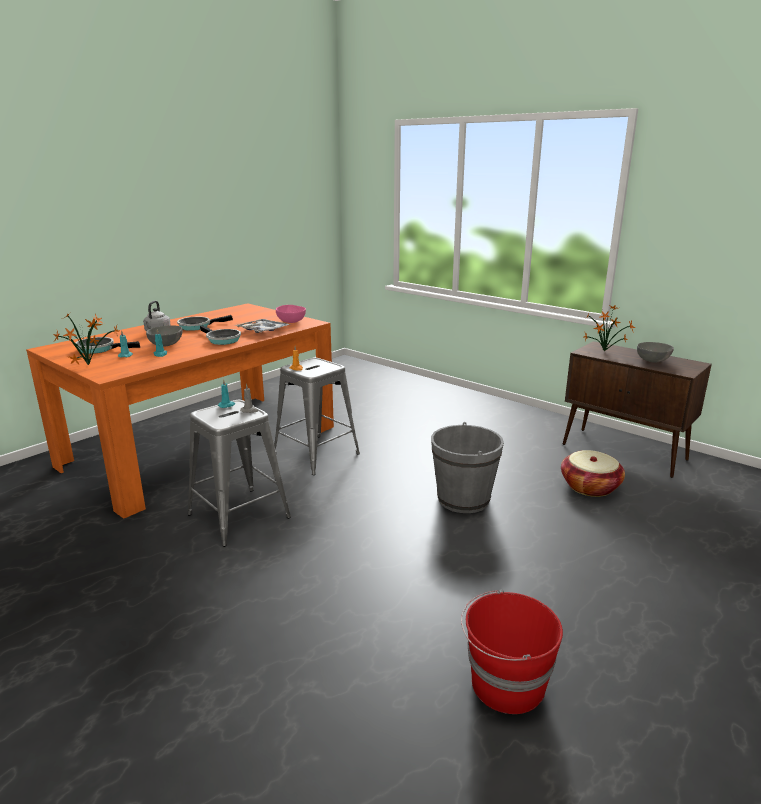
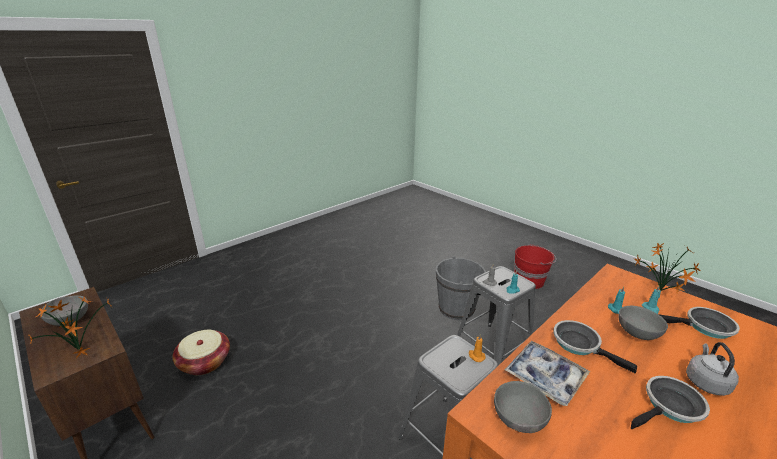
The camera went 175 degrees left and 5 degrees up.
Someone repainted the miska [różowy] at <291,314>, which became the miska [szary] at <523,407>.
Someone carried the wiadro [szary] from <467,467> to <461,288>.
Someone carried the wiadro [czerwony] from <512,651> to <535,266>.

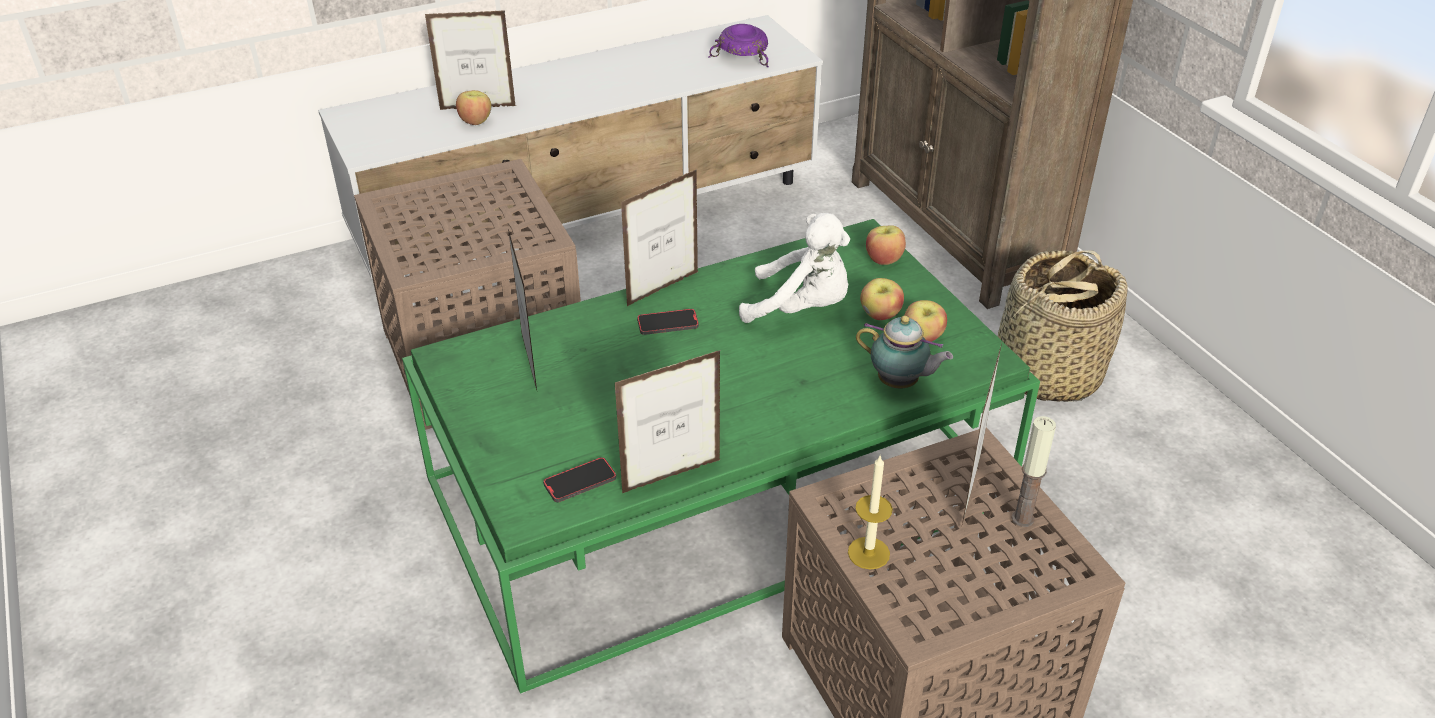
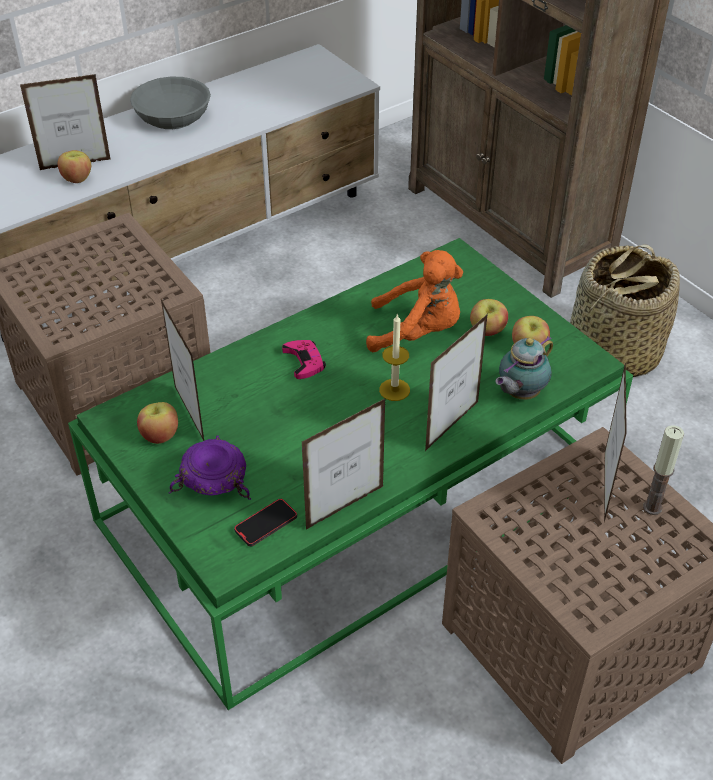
The camera went 10 degrees left and 5 degrees up.
Someone carried the ramka na zdjęcie from <659,237> to <456,382>.
Someone swapped the telefon at <668,322> for the pad do gier [różowy] at <304,359>.
Someone carried the miska [fioletowy] from <738,45> to <210,468>.
Someone repainted the pluszak [biały] at <794,268>, which became the pluszak [pomarańczowy] at <414,301>.
Someone carried the świeca from <870,513> to <394,357>.
Someone rotated the imbryk at <904,352> by 120 degrees clockwise.
Someone carried the jabłko from <886,245> to <157,423>.
Someone put down the miska [szary] at <170,103>.

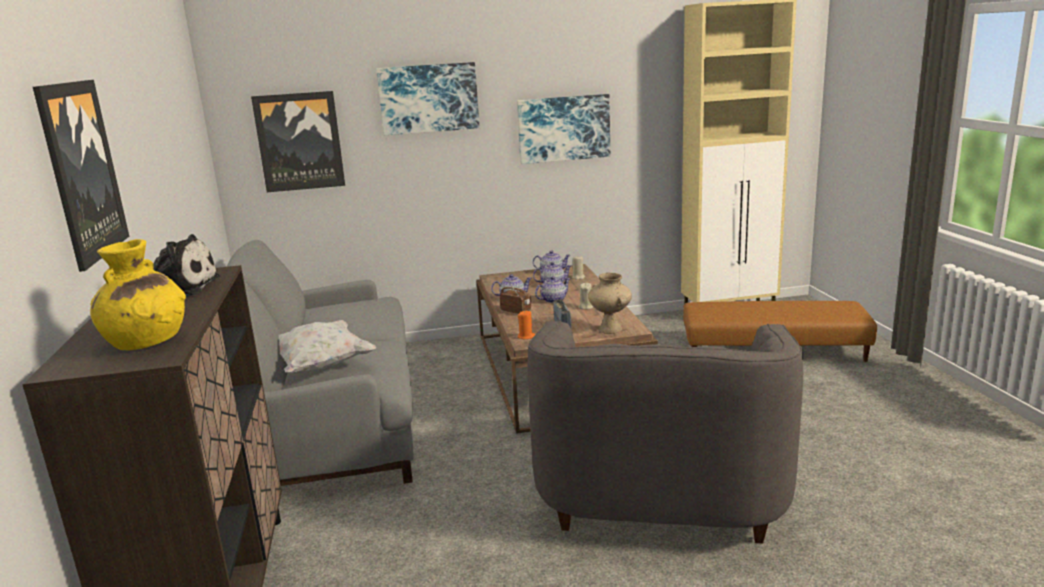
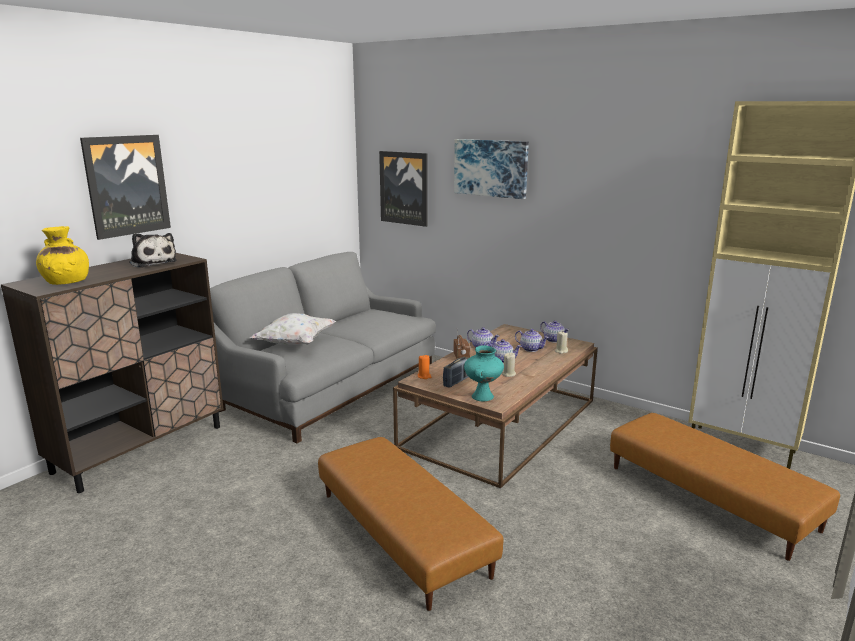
The camera went 45 degrees right and 0 degrees up.
Someone took away the obraz at <563,129>.
Someone swapped the fotel [szary] at <665,432> for the pufa [brązowy] at <411,524>.
Someone repainted the wazon [beżowy] at <610,303>, which became the wazon [turkusowy] at <484,373>.

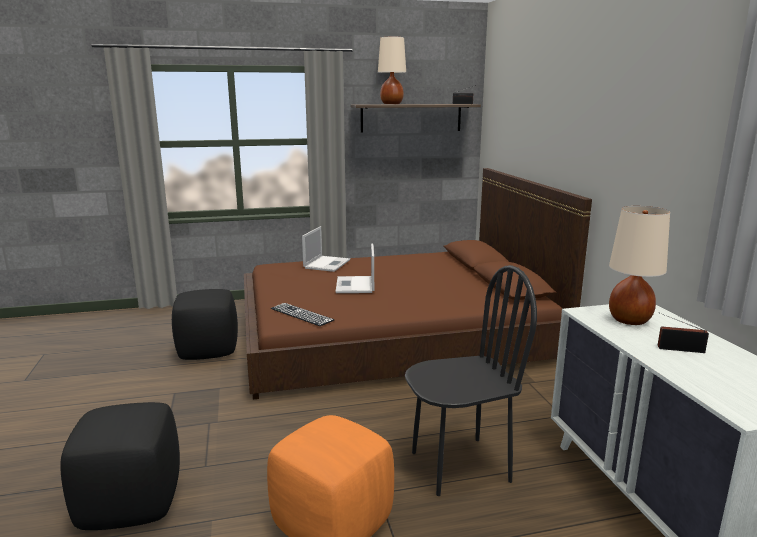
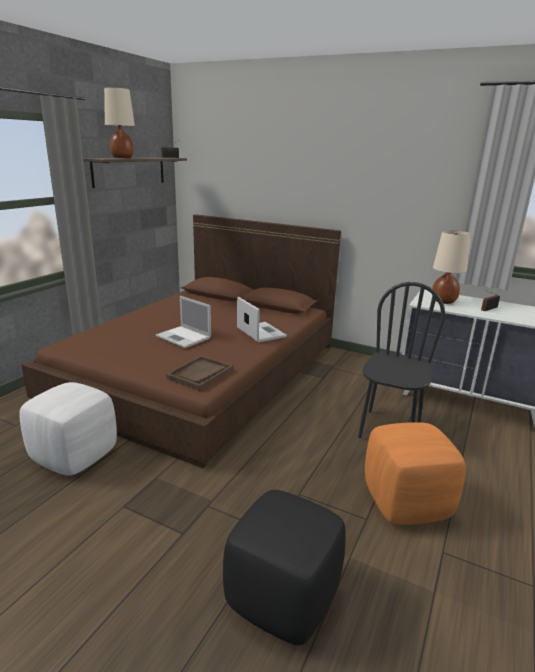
The camera went 50 degrees left and 5 degrees up.
Someone repainted the pufa [czarny] at <205,324>, which became the pufa [biały] at <68,429>.
Someone swapped the klawiatura at <302,314> for the taca [brązowy] at <199,373>.
Someone carried the laptop from <326,249> to <262,320>.

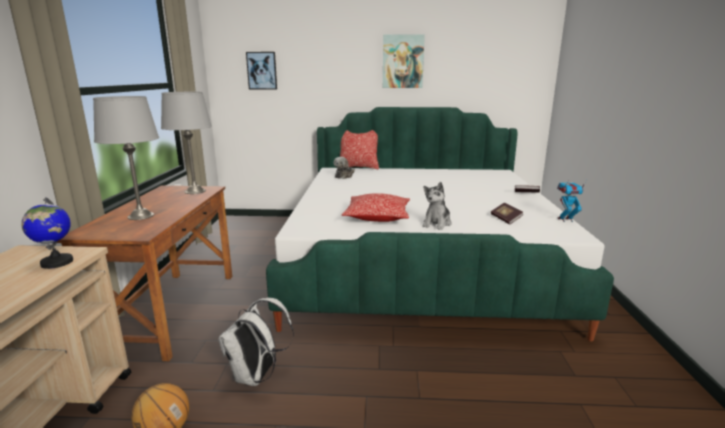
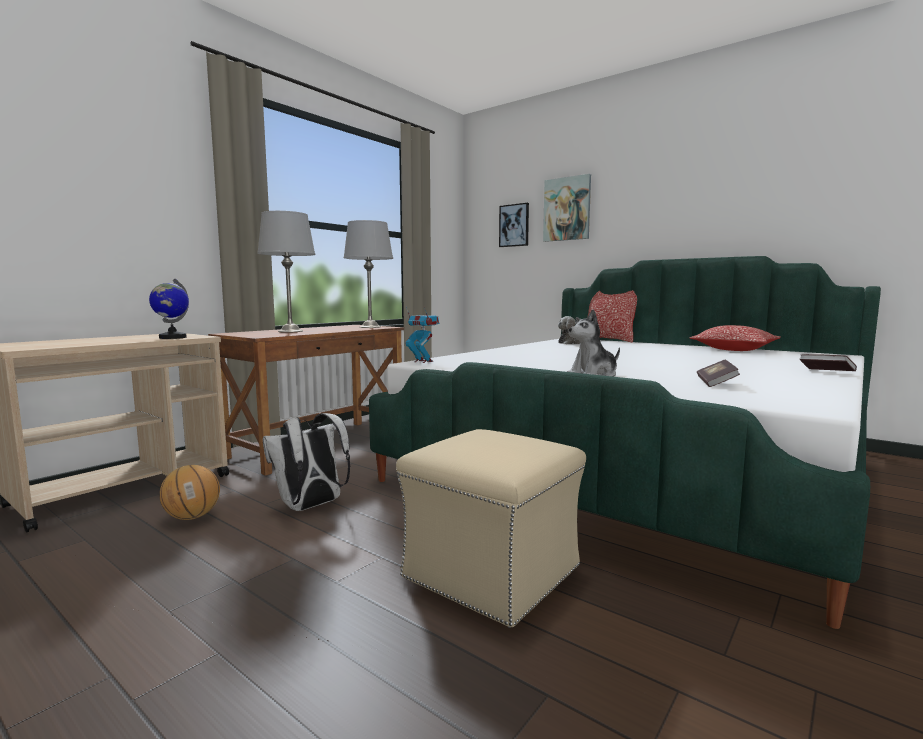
The camera went 35 degrees right and 10 degrees down.
Someone carried the poduszka from <376,207> to <735,338>.
Someone carried the obraz from <404,61> to <567,208>.
Someone carried the robot zabawkowy from <571,201> to <422,335>.
Someone put down the pufa [beżowy] at <491,528>.

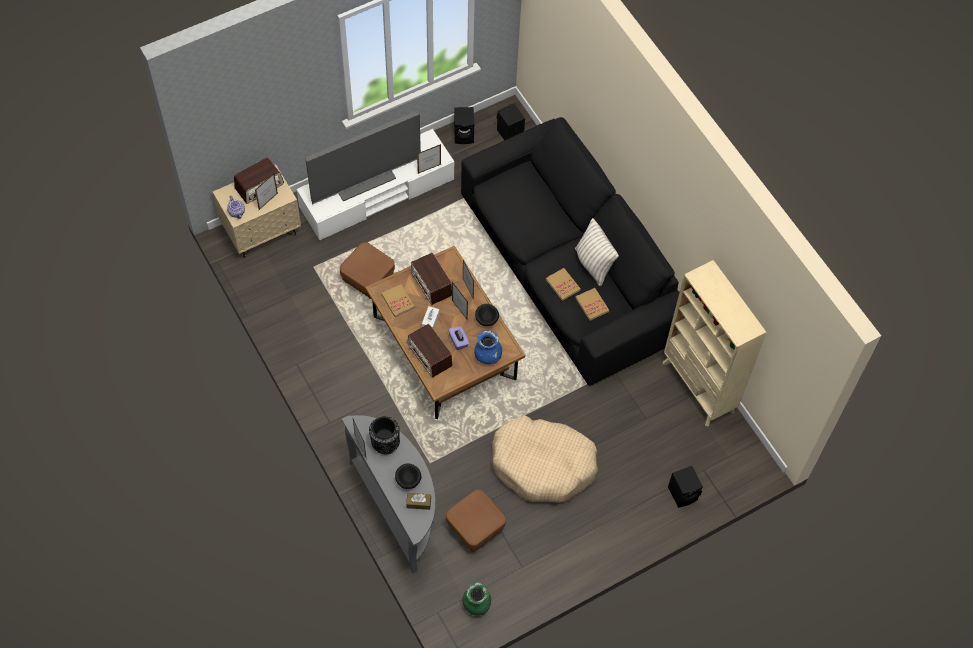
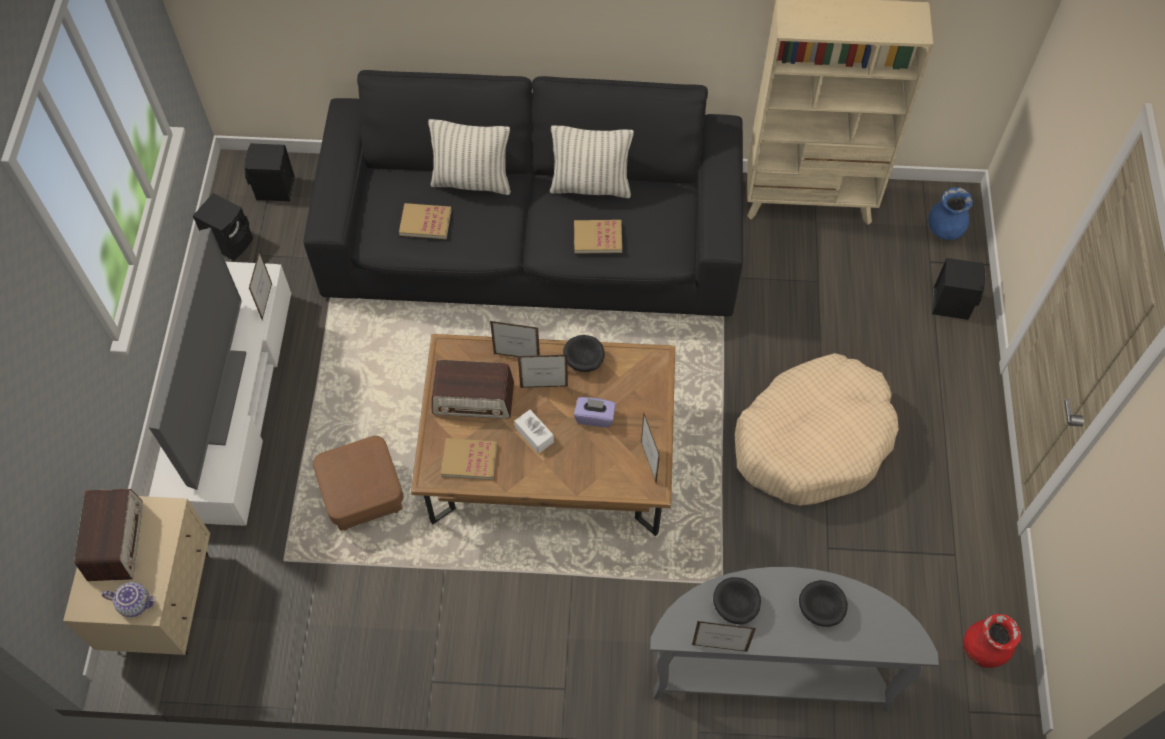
The camera went 55 degrees left and 0 degrees up.
Someone carried the ramka na zdjęcie from <266,191> to <650,448>.
Someone swapped the wazon [czarny] at <384,435> for the miska [czarny] at <737,600>.
Someone took away the pudełko chusteczek [brązowy] at <418,501>.
Someone took away the radio at <430,351>.
Someone took away the pufa [brązowy] at <476,521>.
Someone repainted the wazon [zielony] at <476,599>, which became the wazon [czerwony] at <992,641>.
Someone carried the wazon [niebieski] from <488,347> to <950,213>.
Someone carried the książka from <592,304> to <425,221>.
Someone put down the poduszka at <469,157>.

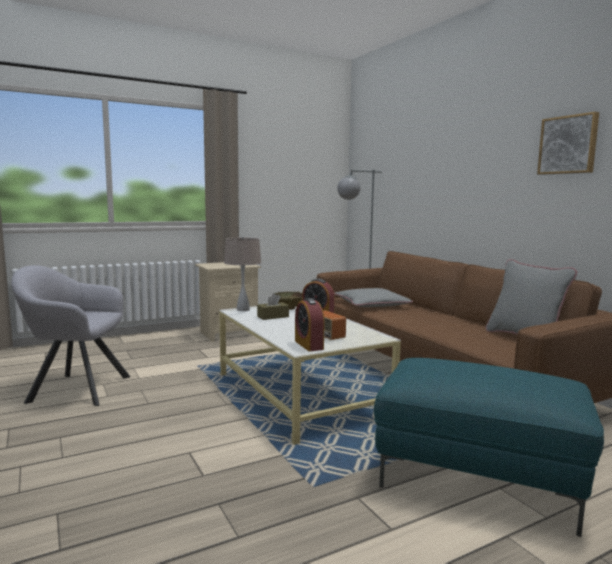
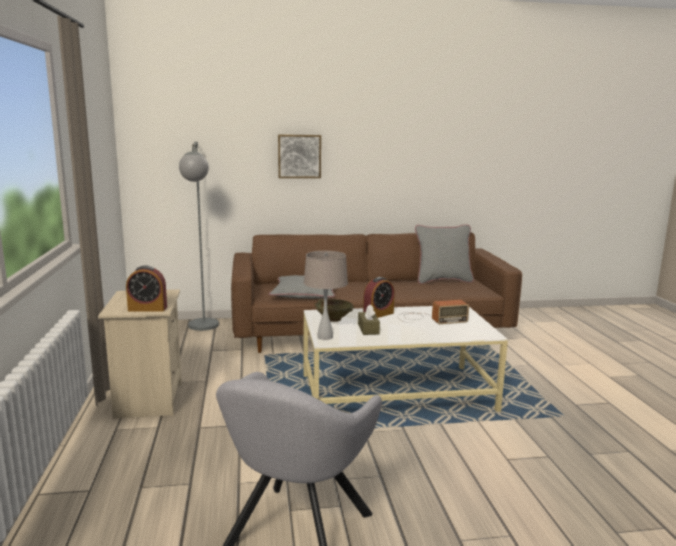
The camera went 70 degrees left and 5 degrees up.
Someone carried the budzik from <309,324> to <146,288>.
Someone took away the pufa [turkusowy] at <489,447>.
Someone carried the obraz from <568,143> to <299,156>.

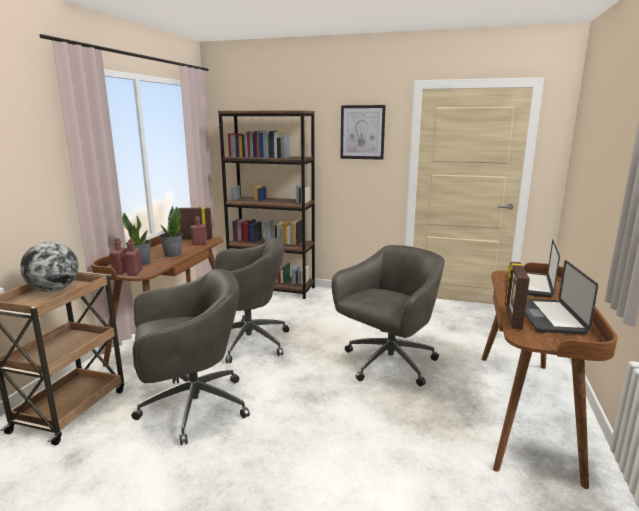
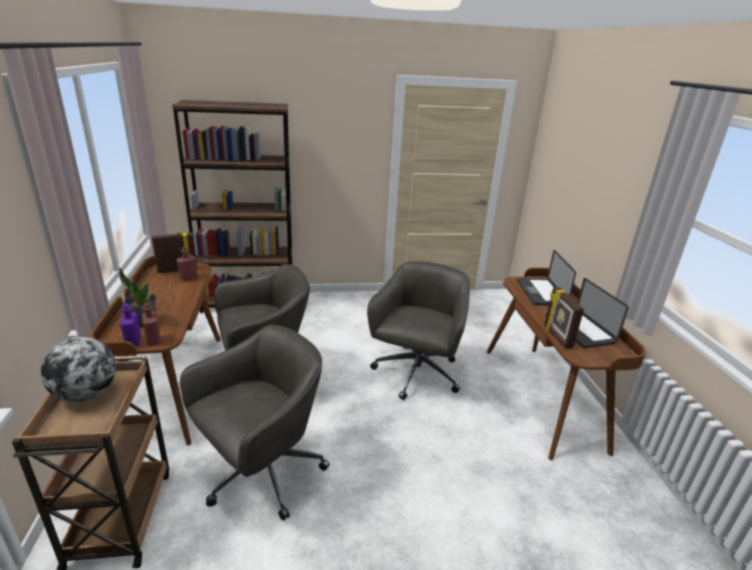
The camera went 25 degrees left and 10 degrees up.
Someone repainted the butelka [czerwony] at <118,256>, which became the butelka [fioletowy] at <130,325>.
Someone took away the roślina doniczkowa at <171,231>.
Someone took away the obraz at <363,132>.

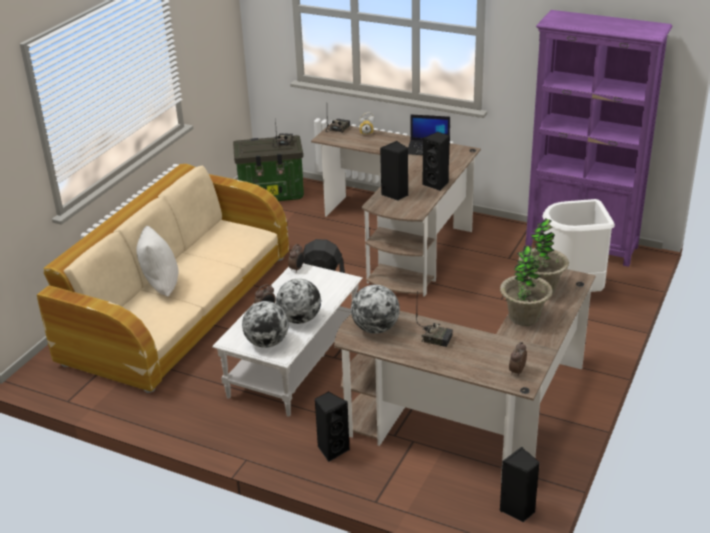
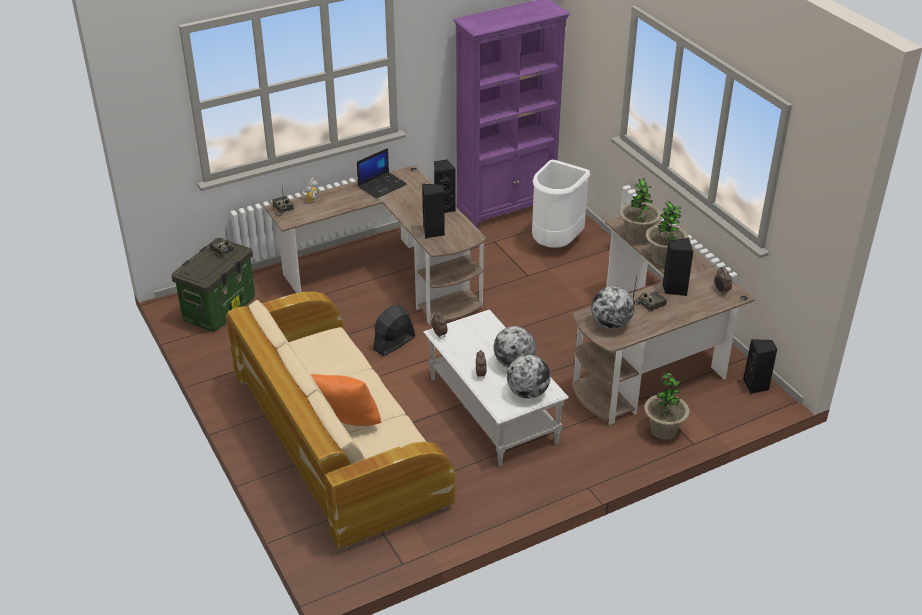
The camera went 55 degrees left and 5 degrees up.
Someone repainted the poduszka [biały] at <157,261>, which became the poduszka [pomarańczowy] at <345,400>.
Someone carried the głośnik [czarny] from <332,426> to <678,267>.
Someone put down the roślina doniczkowa at <667,406>.

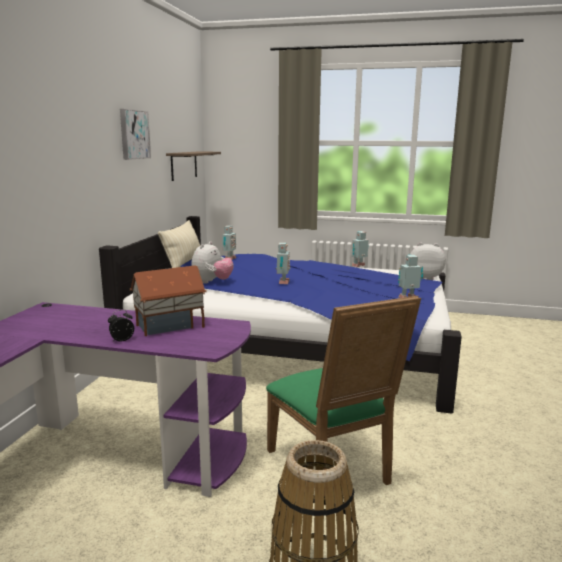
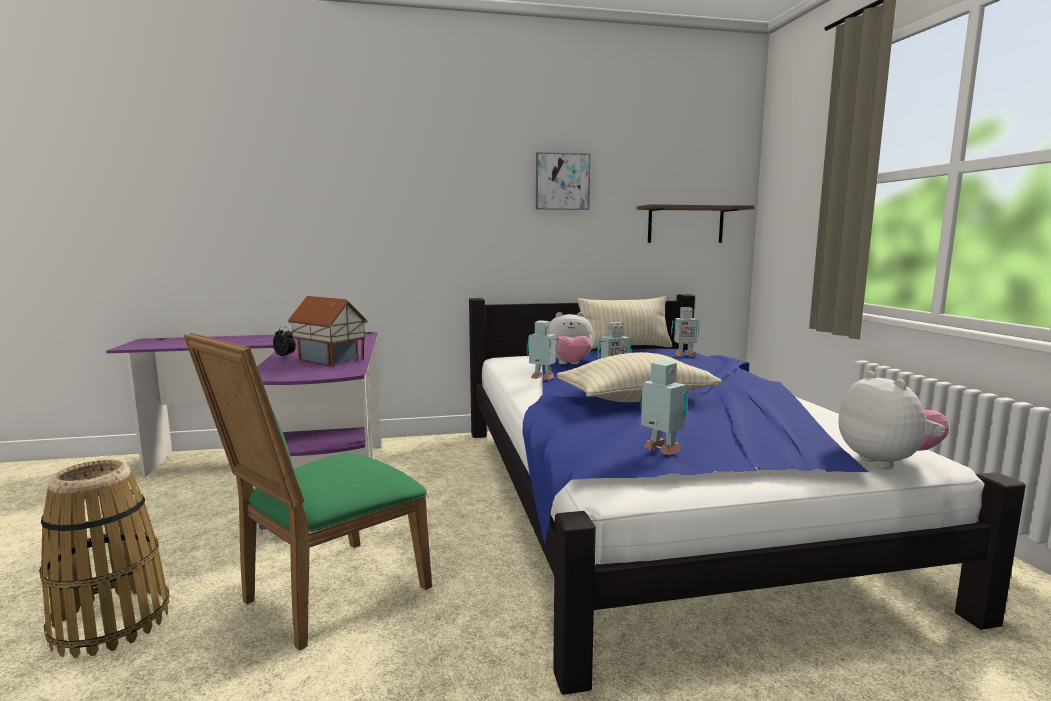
The camera went 65 degrees right and 5 degrees down.
Someone carried the robot zabawkowy from <359,249> to <543,350>.
Someone put down the poduszka [beżowy] at <639,377>.

